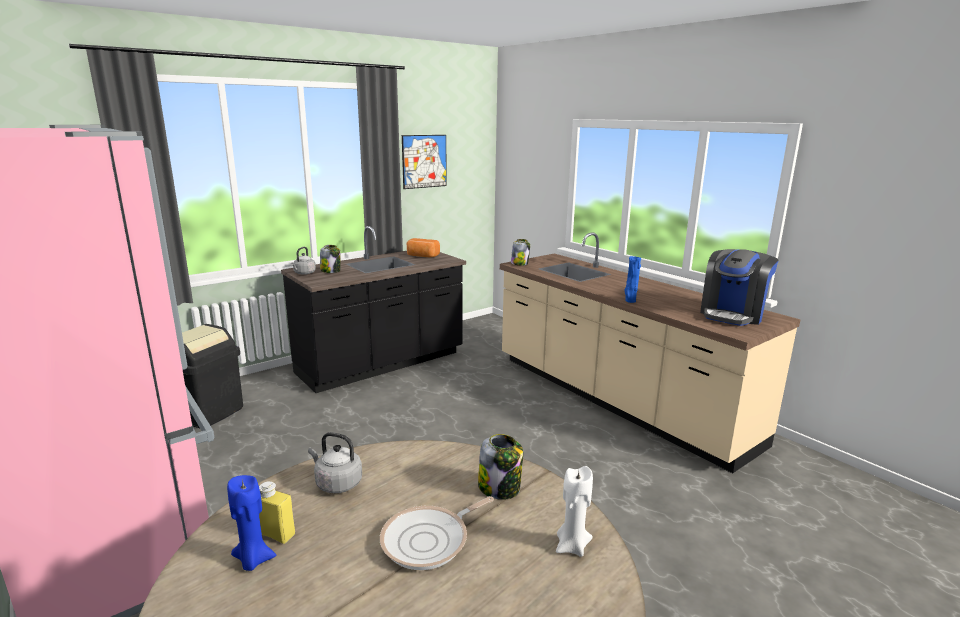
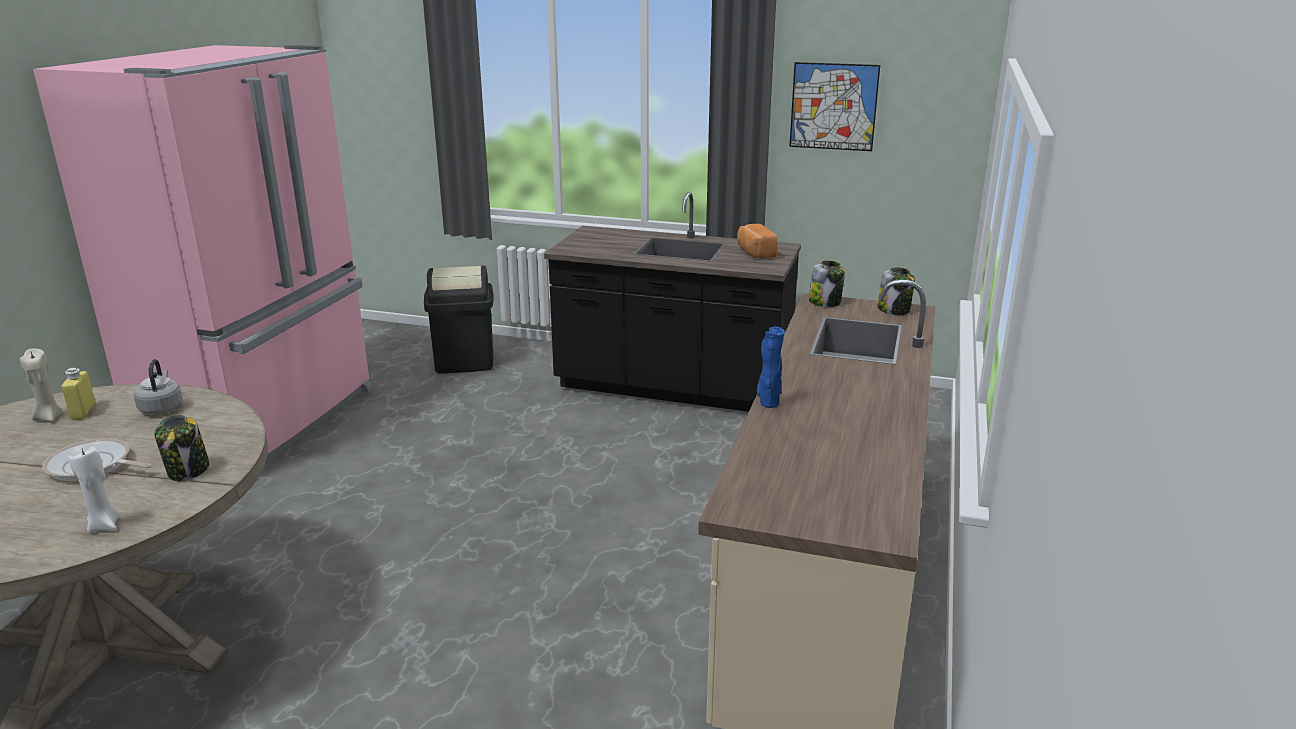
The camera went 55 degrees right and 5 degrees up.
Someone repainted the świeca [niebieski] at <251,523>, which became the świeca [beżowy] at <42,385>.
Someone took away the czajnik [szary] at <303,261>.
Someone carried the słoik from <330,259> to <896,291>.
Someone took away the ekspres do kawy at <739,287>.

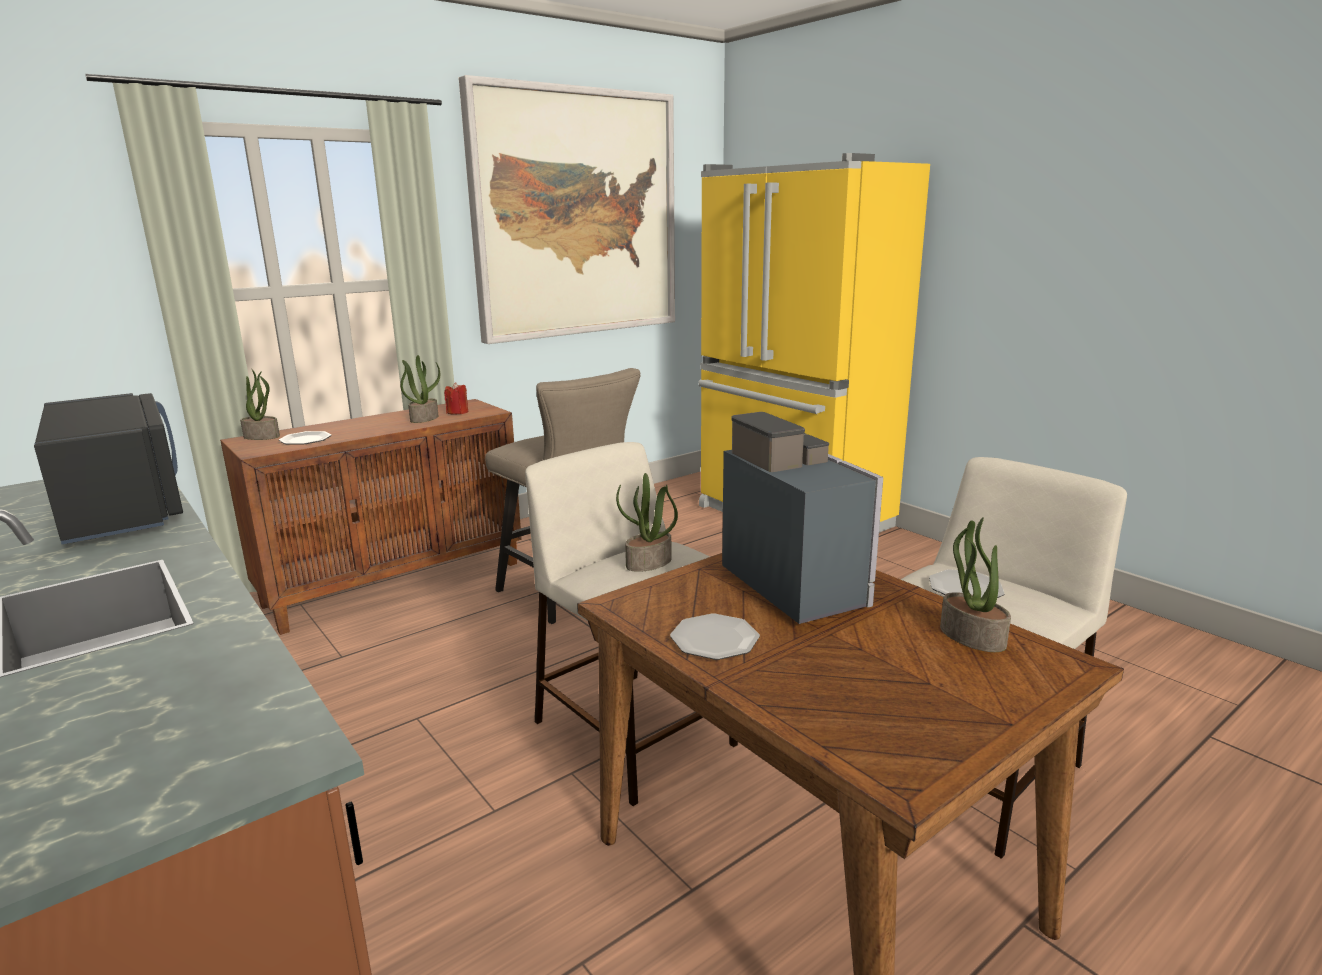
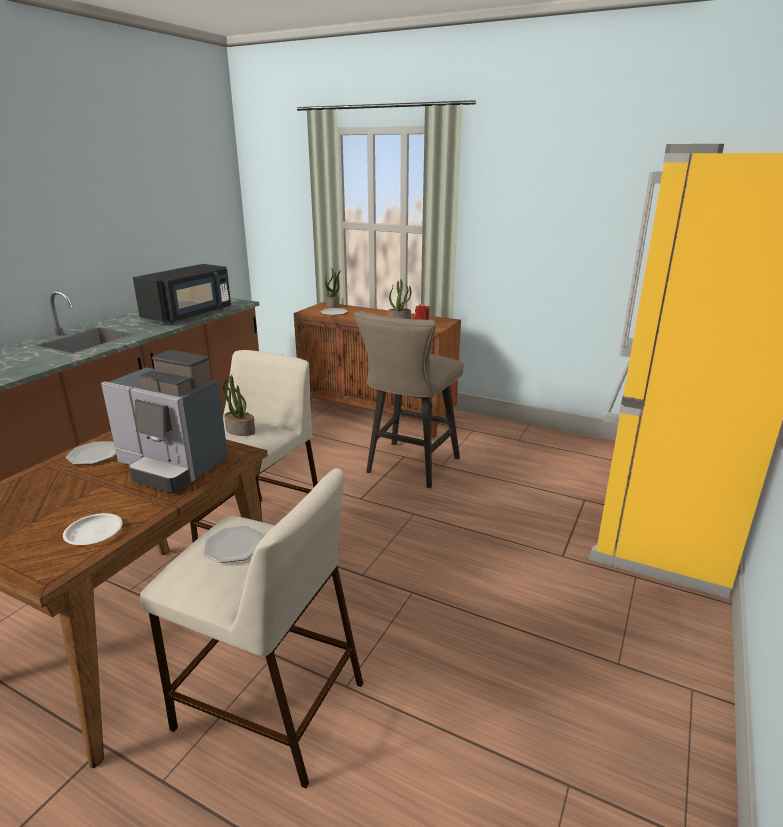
The camera went 65 degrees right and 5 degrees up.
Someone took away the obraz at <567,209>.
Someone rotated the ekspres do kawy at <802,518> by 75 degrees clockwise.
Someone swapped the roślina doniczkowa at <975,584> for the talerz [biały] at <93,529>.

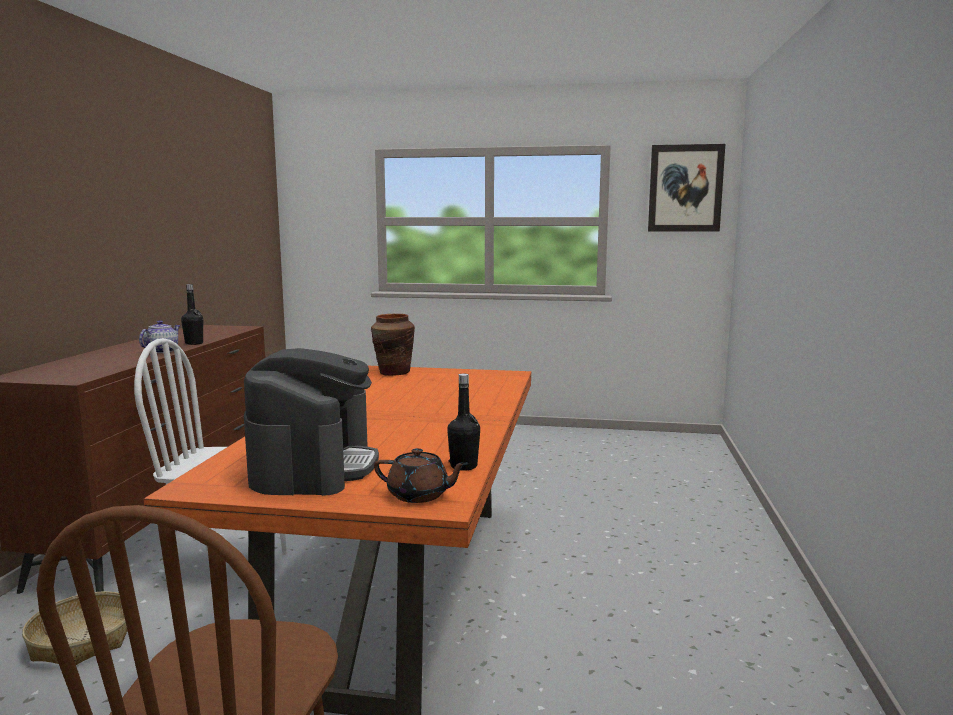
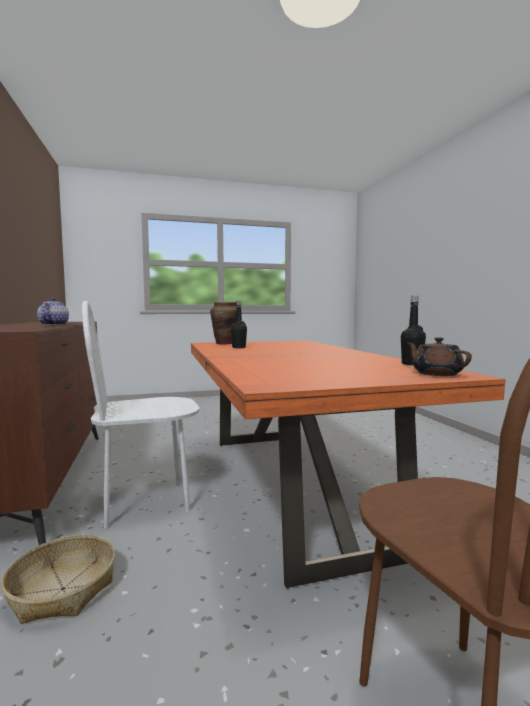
The camera went 25 degrees left and 5 degrees down.
Someone carried the butelka [czarny] from <192,314> to <239,324>.
Someone took away the ekspres do kawy at <311,422>.
Someone rotated the imbryk [brązowy] at <421,475> by 105 degrees counterclockwise.
Someone took away the obraz at <686,188>.

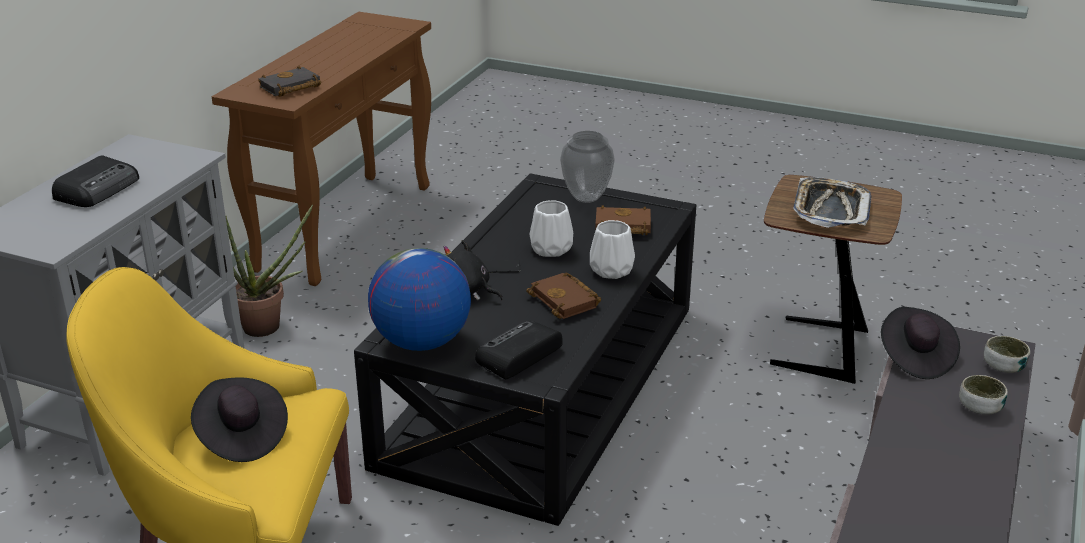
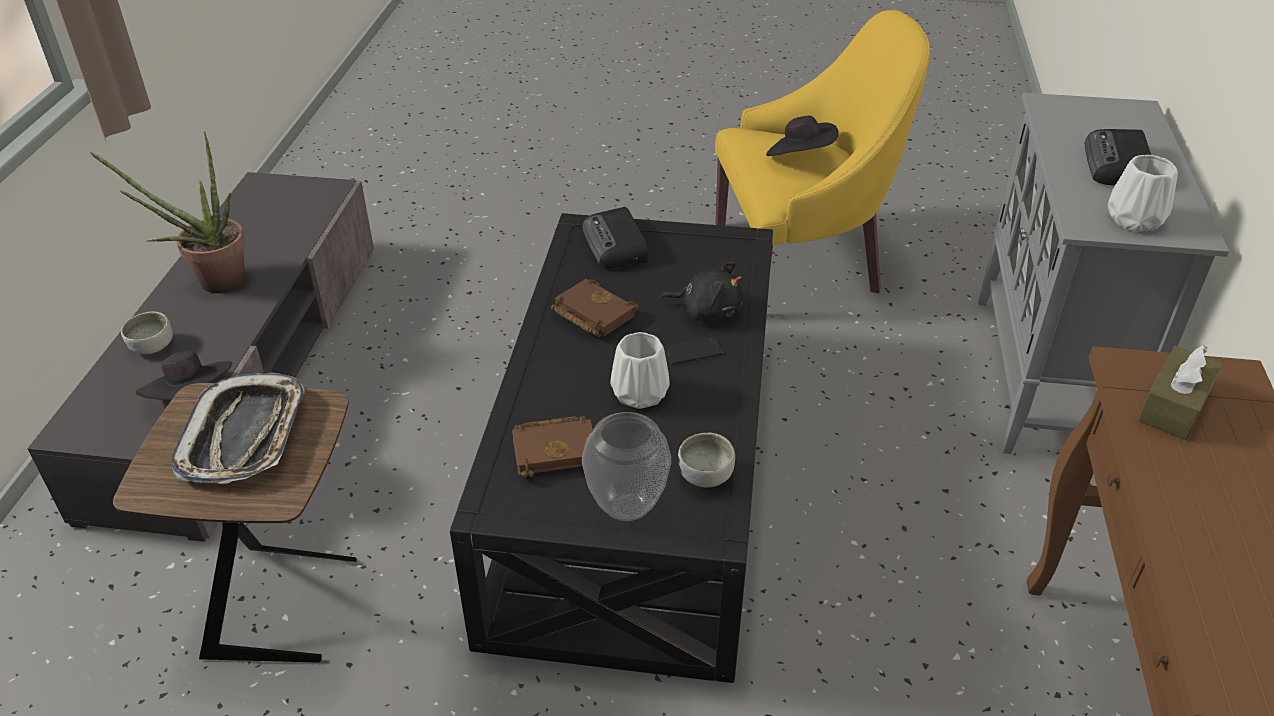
The camera went 165 degrees right and 10 degrees up.
Someone carried the roślina doniczkowa from <269,271> to <167,212>.
Someone swapped the książka [czarny] at <289,81> for the pudełko chusteczek [brązowy] at <1180,392>.
Someone took away the globus at <419,299>.
Someone rotated the radio at <519,350> by 135 degrees clockwise.
Someone carried the wazon [biały] from <612,249> to <1143,193>.
Someone carried the miska from <1007,354> to <706,460>.

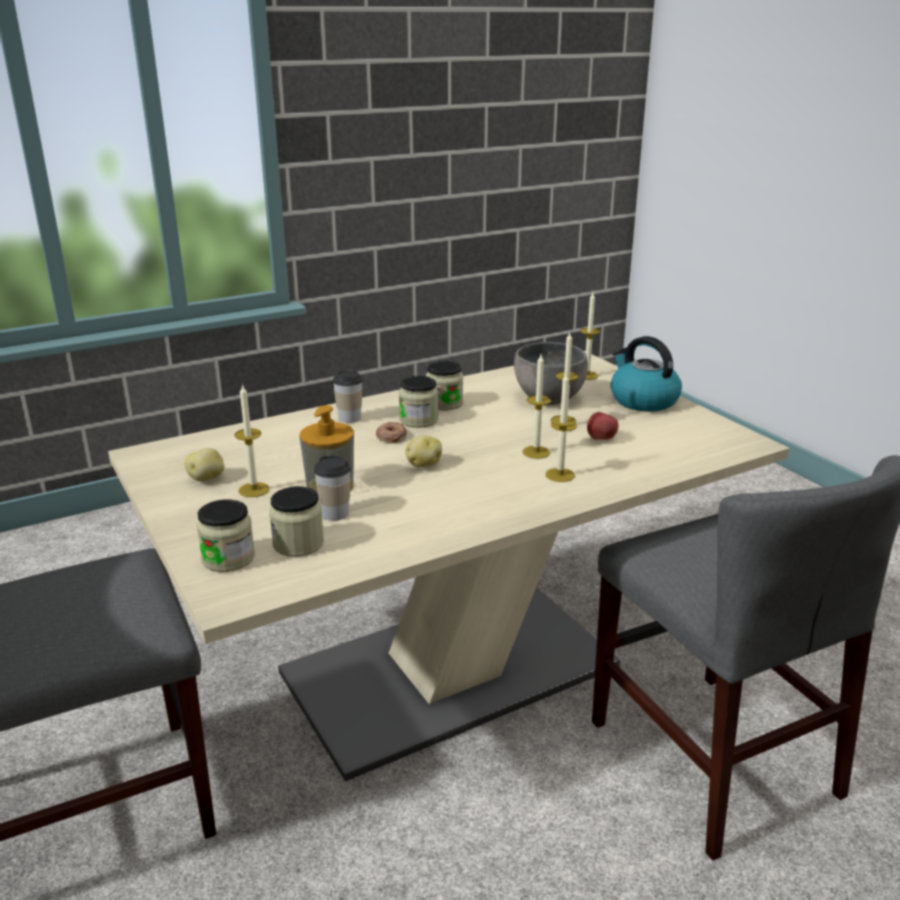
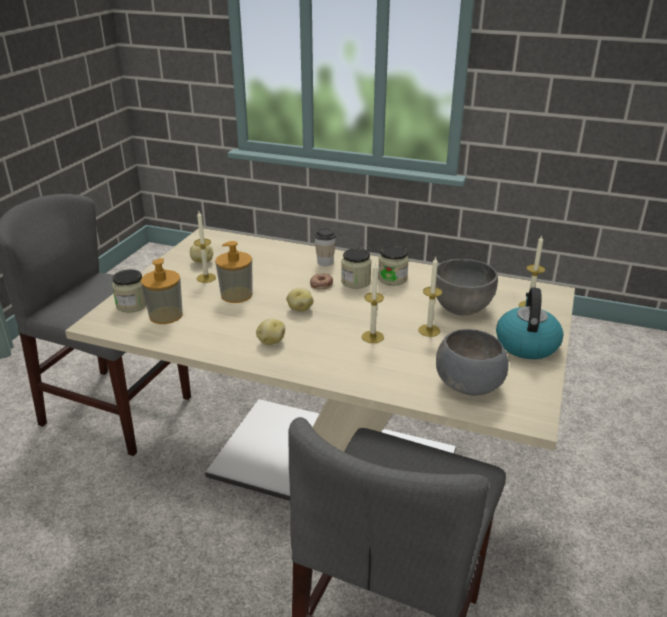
The camera went 50 degrees right and 5 degrees up.
Someone swapped the słoik at <296,521> for the dozownik mydła at <162,291>.
Someone took away the filiżanka at <332,488>.
Someone took away the świeca at <560,427>.
Someone took away the jabłko at <603,426>.
Someone put down the ziemniak at <270,332>.
Someone put down the miska [szary] at <472,362>.

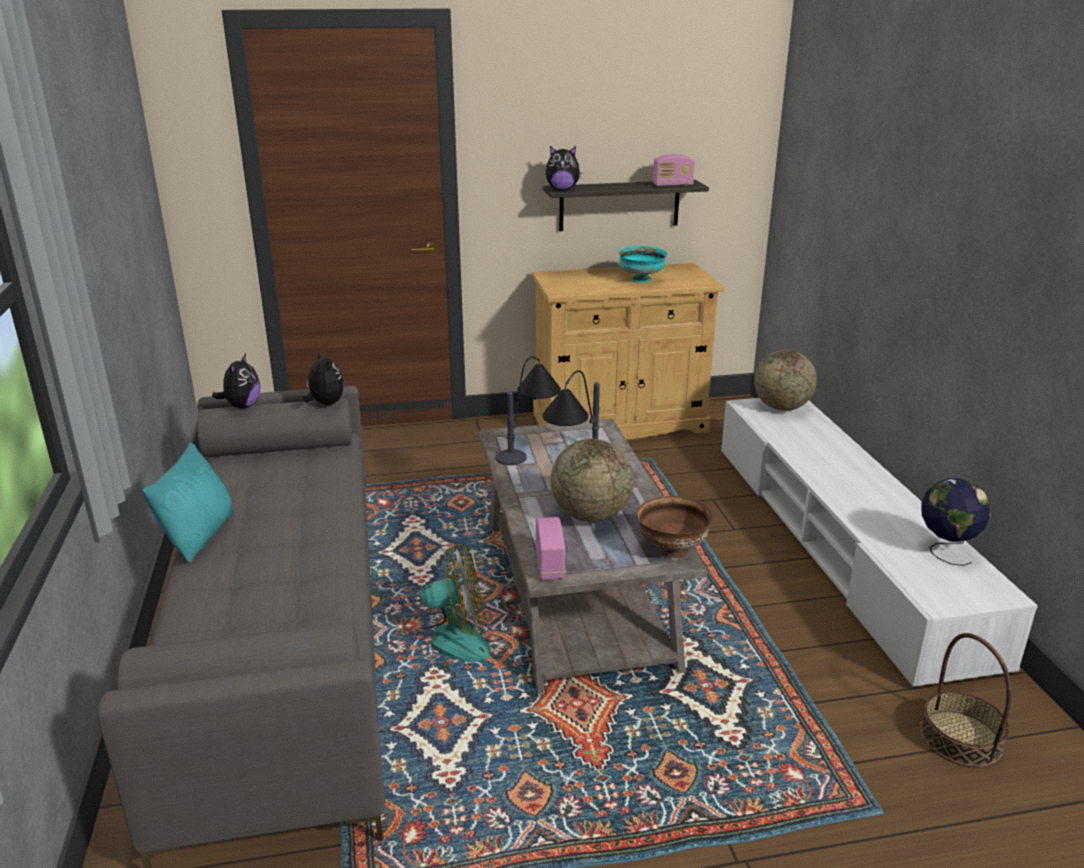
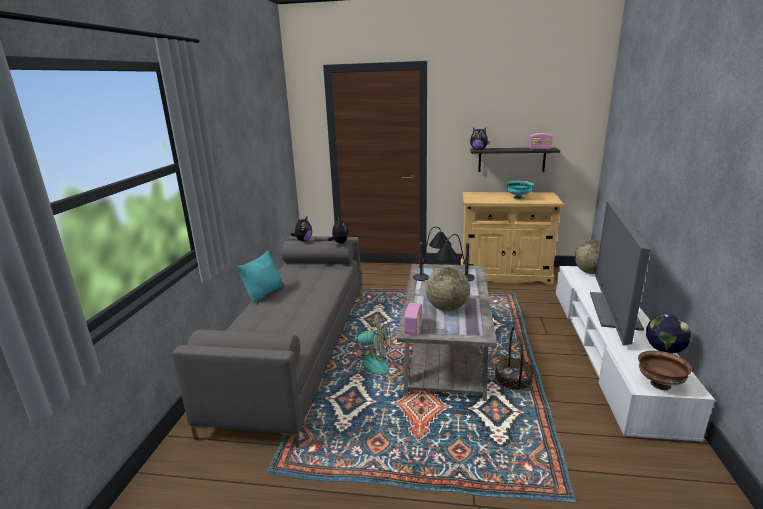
The camera went 20 degrees right and 5 degrees down.
Someone carried the miska [brązowy] from <674,527> to <665,370>.
Someone carried the koszyk from <966,700> to <514,358>.
Someone put down the telewizor at <620,273>.

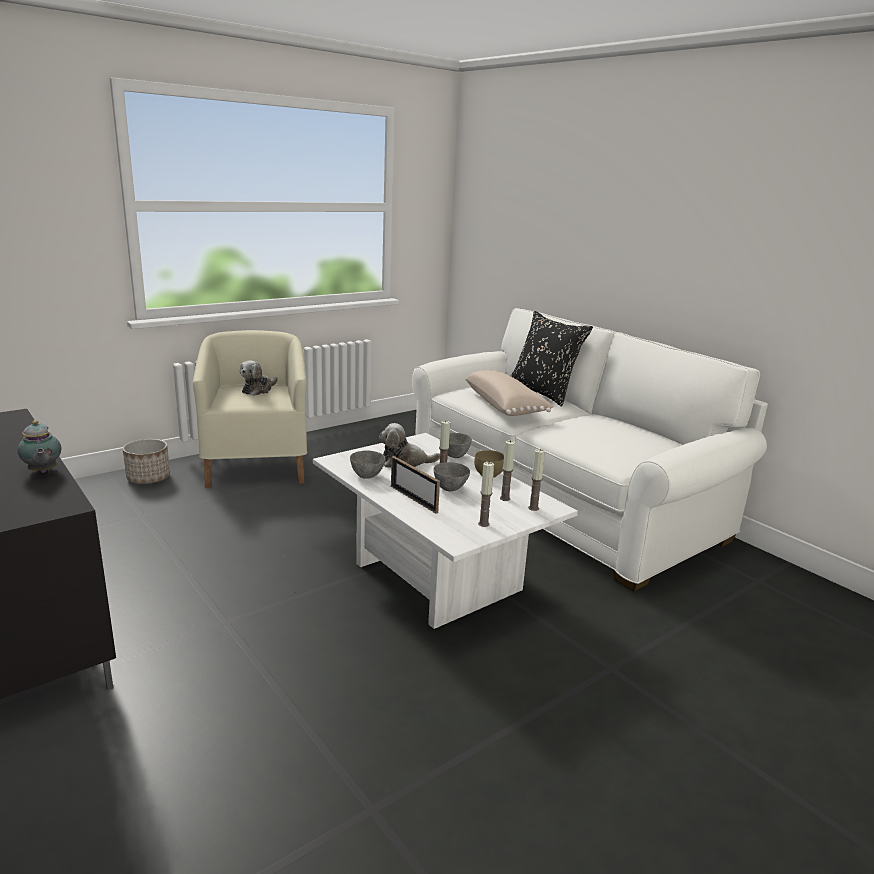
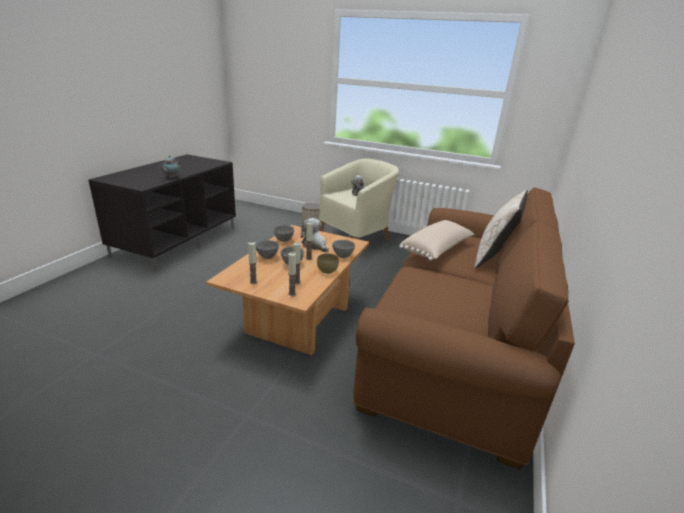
The camera went 60 degrees right and 5 degrees up.
Someone repainted the ława [biały] at <445,531>, which became the ława [brązowy] at <287,290>.
Someone swapped the ramka na zdjęcie at <415,484> for the miska [szary] at <267,249>.
Someone repainted the kanapa [biały] at <589,449>, which became the kanapa [brązowy] at <464,328>.
Someone repainted the poduszka [czarny] at <552,358>, which became the poduszka [beżowy] at <501,229>.

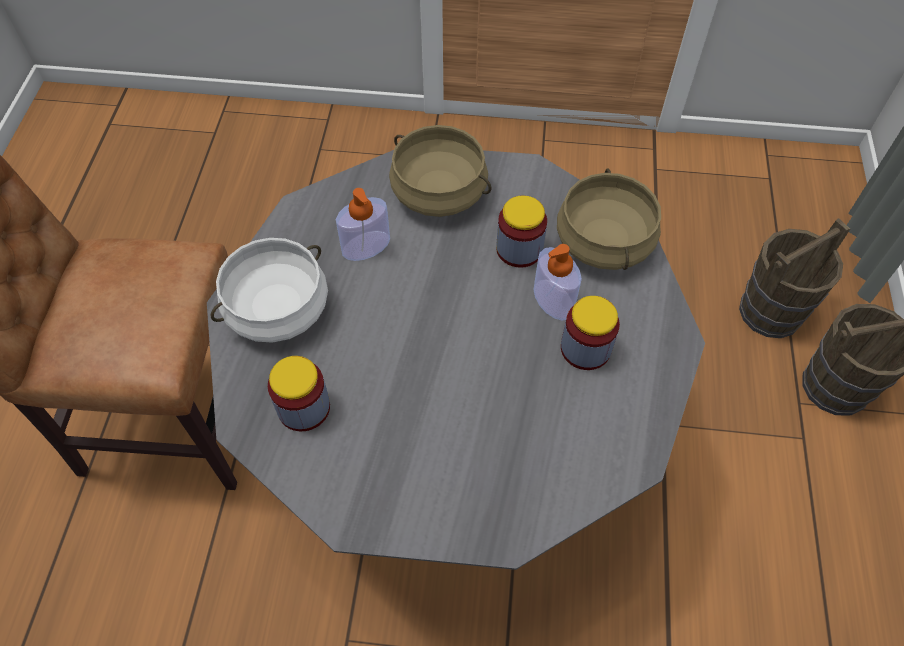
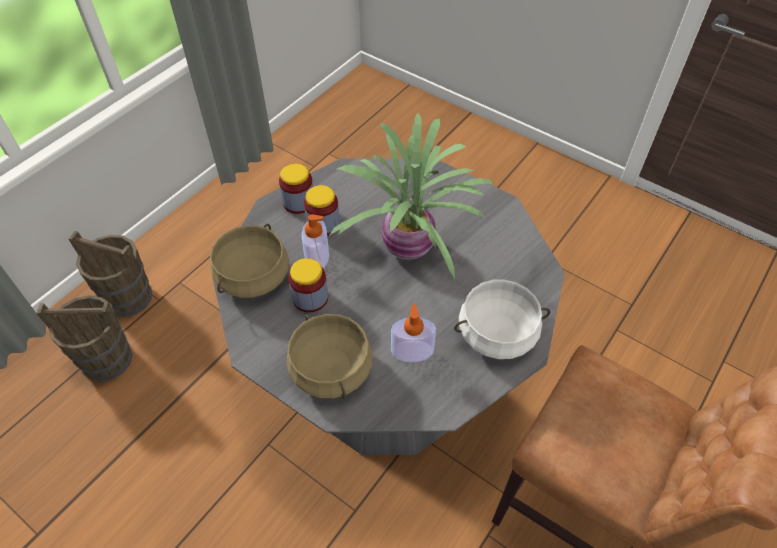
The camera went 150 degrees left and 5 degrees down.
Someone carried the słoik from <299,393> to <296,189>.
Someone put down the roślina doniczkowa at <413,196>.

